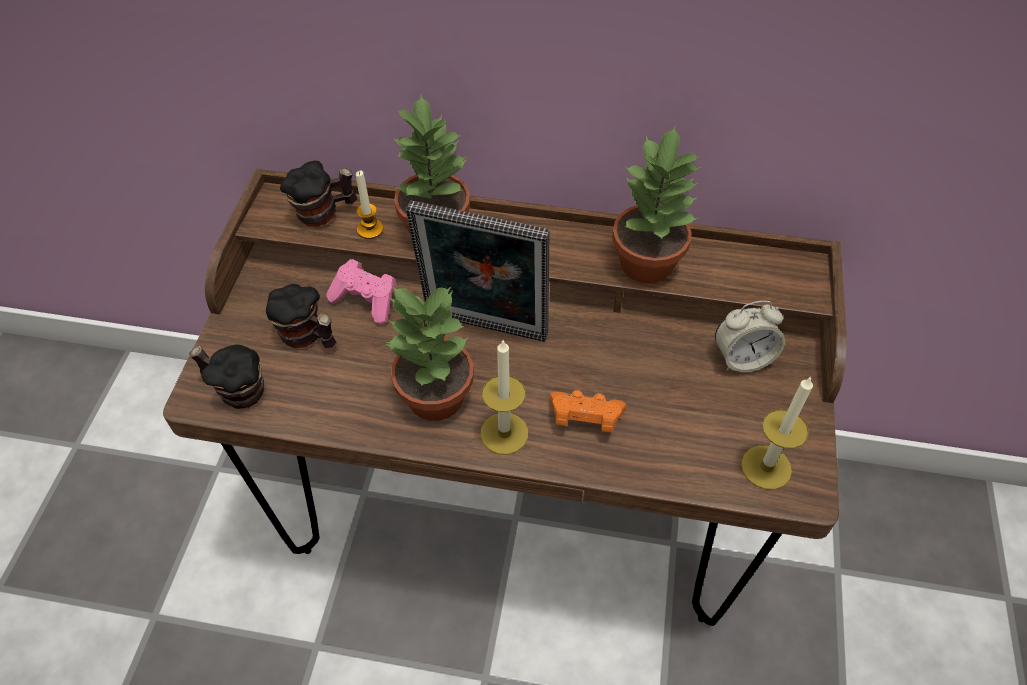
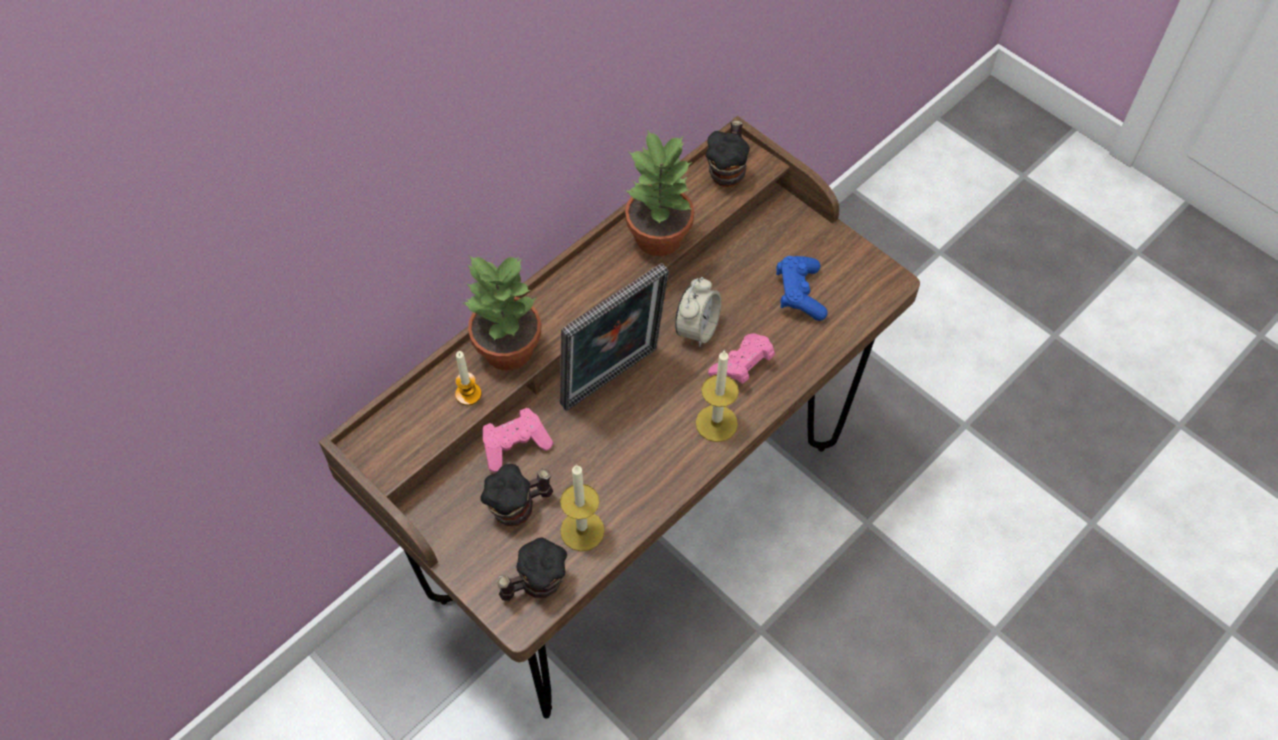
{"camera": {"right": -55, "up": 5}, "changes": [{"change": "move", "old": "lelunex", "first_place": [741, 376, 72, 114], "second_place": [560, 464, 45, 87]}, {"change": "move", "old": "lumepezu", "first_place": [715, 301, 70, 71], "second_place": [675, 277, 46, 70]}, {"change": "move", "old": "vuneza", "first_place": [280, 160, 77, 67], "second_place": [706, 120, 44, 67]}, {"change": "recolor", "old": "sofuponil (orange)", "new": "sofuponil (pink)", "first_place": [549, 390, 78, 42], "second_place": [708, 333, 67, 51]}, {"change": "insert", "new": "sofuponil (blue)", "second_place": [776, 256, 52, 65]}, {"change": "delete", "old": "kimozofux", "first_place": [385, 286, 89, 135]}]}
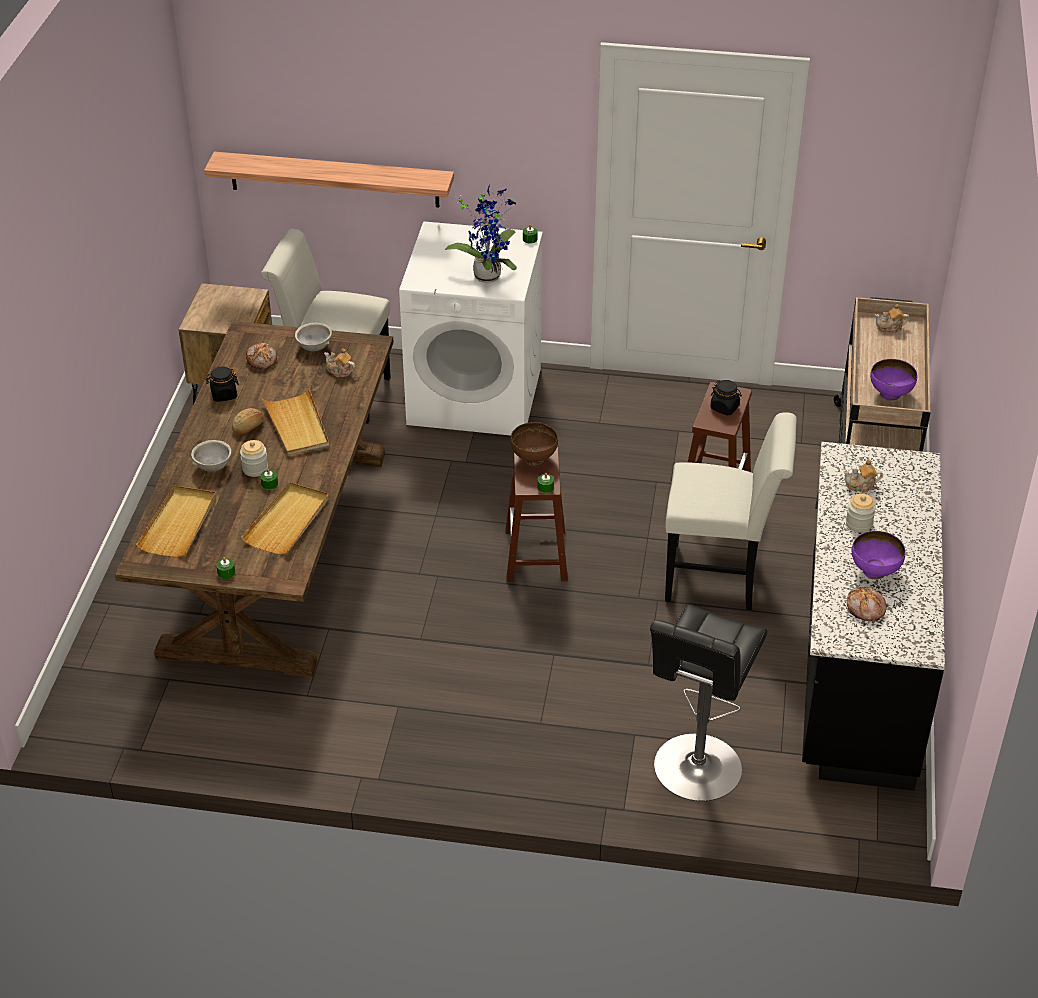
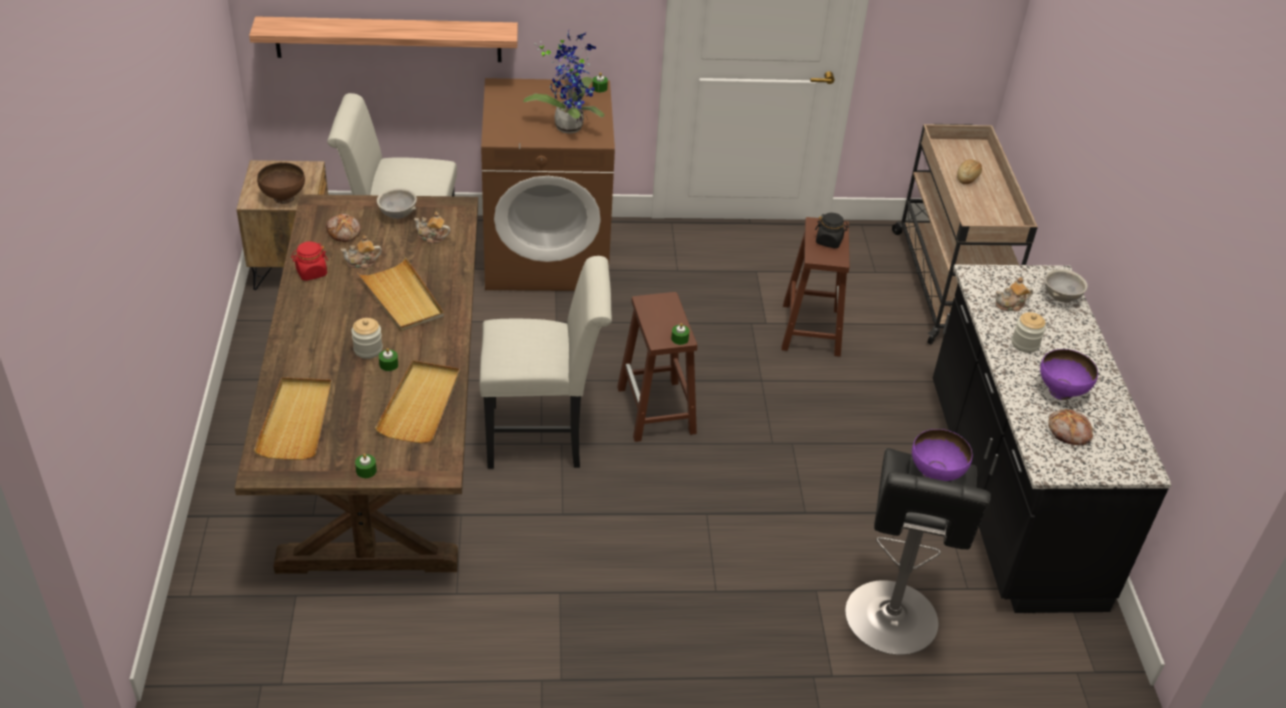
{"camera": {"right": -15, "up": 0}, "changes": [{"change": "move", "old": "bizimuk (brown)", "first_place": [511, 422, 47, 44], "second_place": [257, 162, 48, 42]}, {"change": "recolor", "old": "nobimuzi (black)", "new": "nobimuzi (red)", "first_place": [206, 367, 33, 35], "second_place": [291, 241, 37, 40]}, {"change": "move", "old": "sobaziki", "first_place": [875, 304, 34, 29], "second_place": [341, 235, 41, 34]}, {"change": "move", "old": "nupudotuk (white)", "first_place": [665, 412, 132, 198], "second_place": [480, 256, 132, 213]}, {"change": "recolor", "old": "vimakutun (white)", "new": "vimakutun (brown)", "first_place": [399, 221, 144, 214], "second_place": [481, 78, 134, 213]}, {"change": "move", "old": "bizimuk (purple)", "first_place": [870, 359, 47, 42], "second_place": [912, 429, 60, 52]}, {"change": "move", "old": "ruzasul", "first_place": [232, 408, 31, 27], "second_place": [957, 159, 25, 25]}, {"change": "move", "old": "bizimuk (grey)", "first_place": [191, 440, 40, 32], "second_place": [1044, 269, 44, 33]}]}
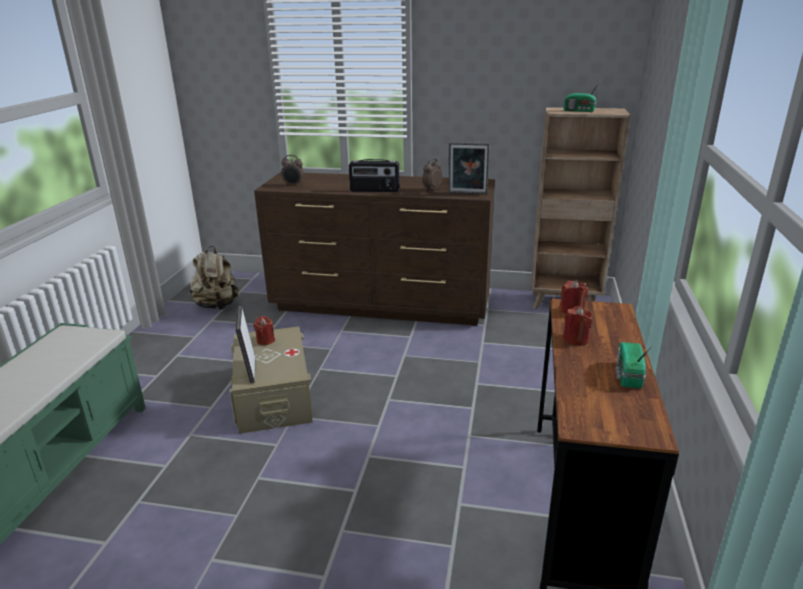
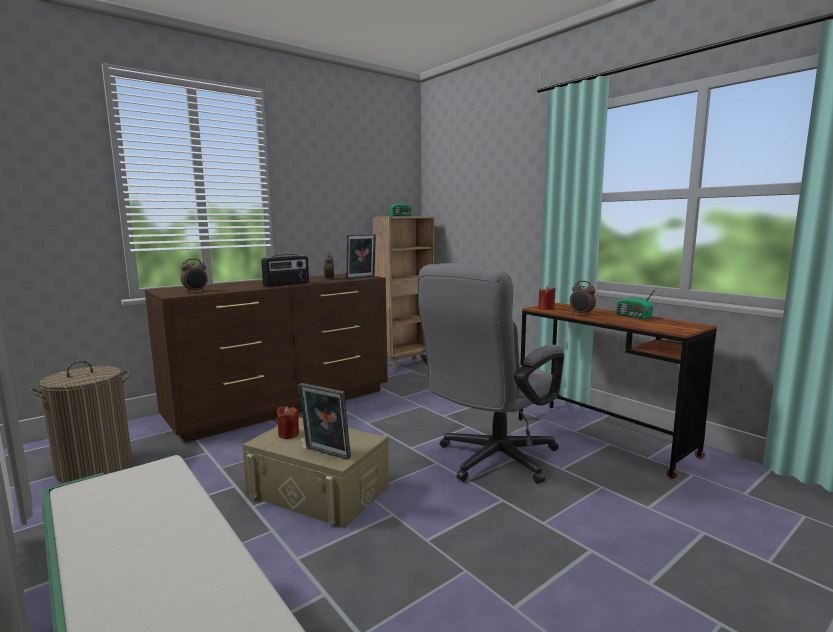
{"camera": {"right": -50, "up": -15}, "changes": [{"change": "replace", "old": "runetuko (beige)", "new": "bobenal", "first_place": [190, 246, 49, 64], "second_place": [29, 360, 103, 123]}, {"change": "insert", "new": "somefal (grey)", "second_place": [417, 263, 147, 221]}, {"change": "replace", "old": "lelunex (red)", "new": "lumepezu", "first_place": [563, 306, 30, 40], "second_place": [570, 281, 26, 35]}]}
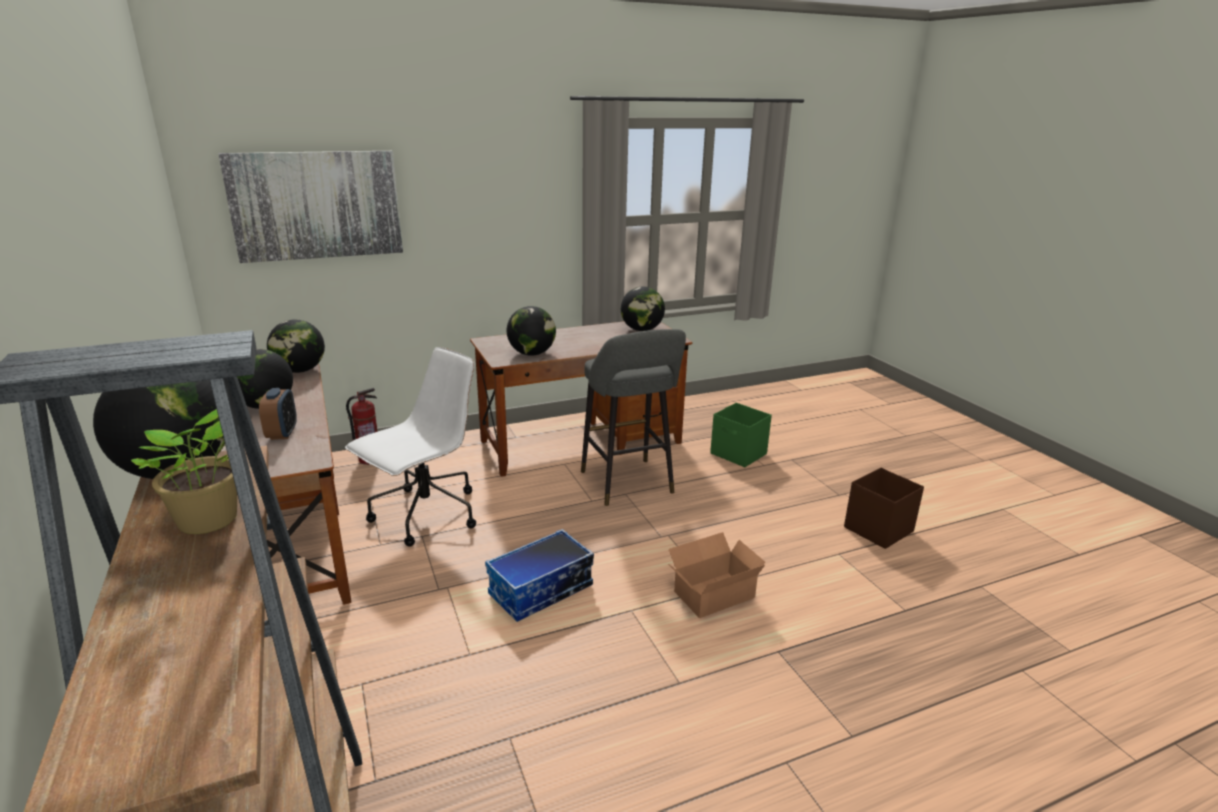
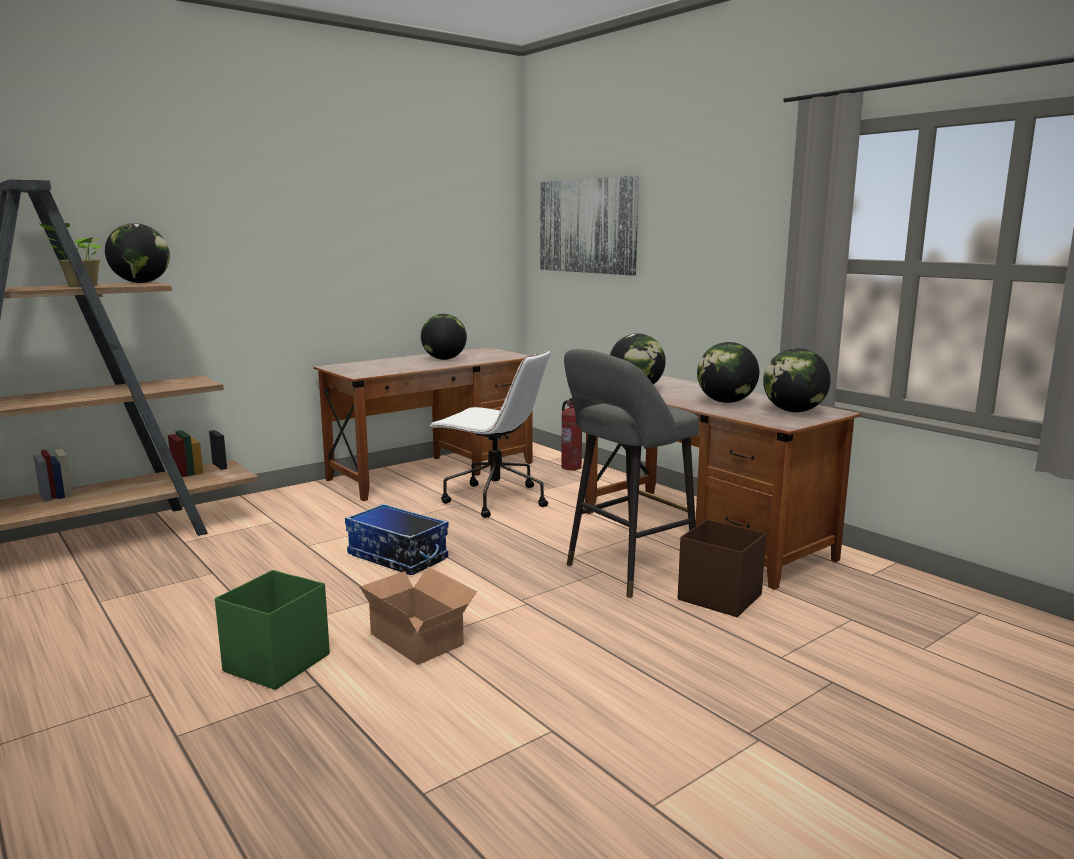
{"camera": {"right": 75, "up": -10}, "changes": [{"change": "move", "old": "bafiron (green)", "first_place": [710, 403, 62, 64], "second_place": [215, 570, 115, 120]}, {"change": "move", "old": "bafiron (brown)", "first_place": [844, 468, 80, 81], "second_place": [678, 519, 88, 98]}, {"change": "move", "old": "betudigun", "first_place": [267, 319, 58, 54], "second_place": [697, 342, 62, 61]}, {"change": "delete", "old": "lumepezu", "first_place": [259, 388, 38, 52]}]}
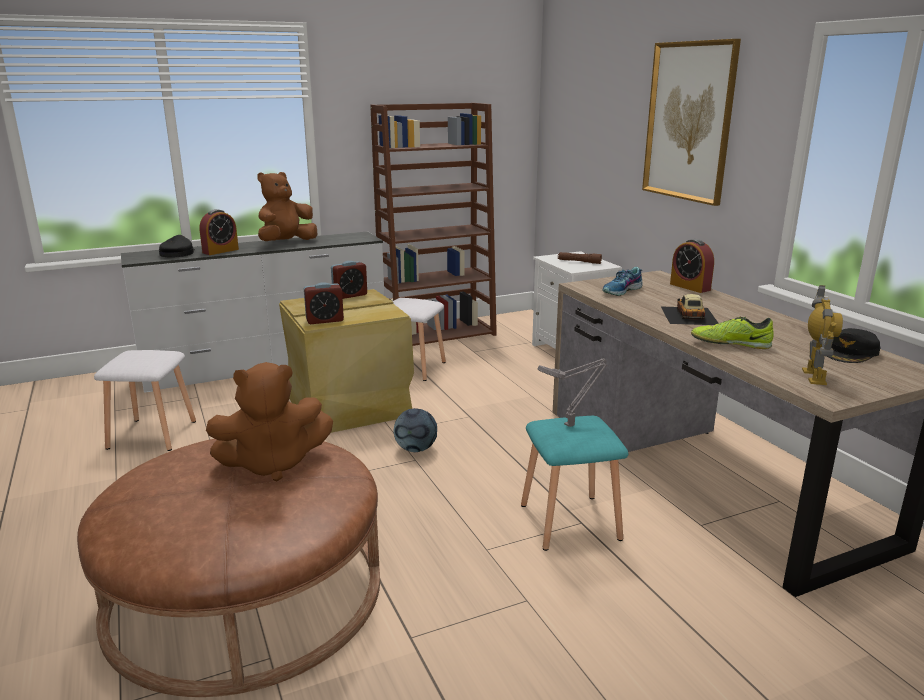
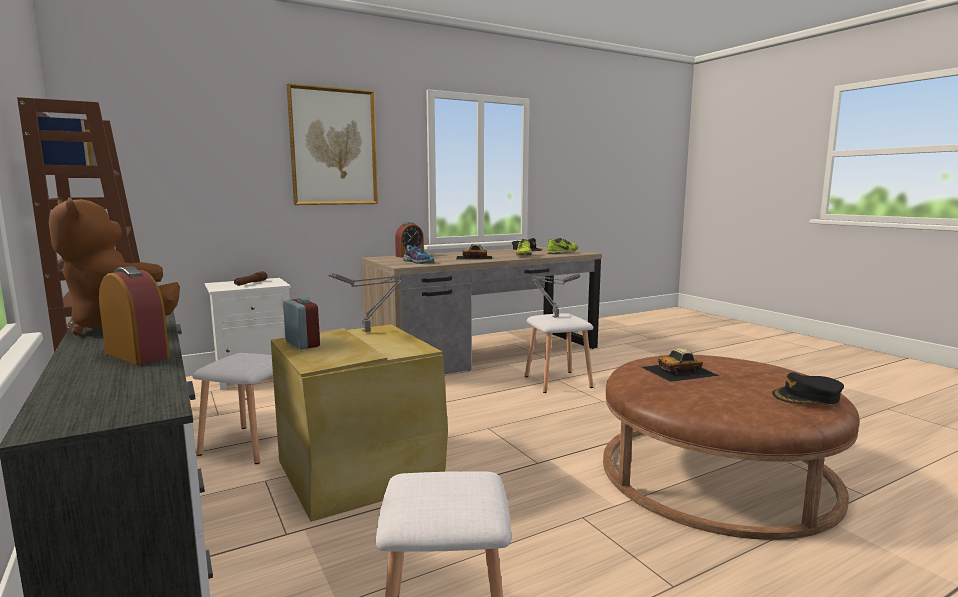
{"camera": {"right": -95, "up": -10}, "changes": [{"change": "insert", "new": "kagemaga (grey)", "second_place": [328, 272, 75, 60]}, {"change": "recolor", "old": "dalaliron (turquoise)", "new": "dalaliron (white)", "first_place": [521, 416, 108, 135], "second_place": [525, 313, 68, 80]}, {"change": "replace", "old": "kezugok", "new": "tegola", "first_place": [802, 285, 41, 100], "second_place": [547, 238, 31, 16]}, {"change": "replace", "old": "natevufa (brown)", "new": "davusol", "first_place": [206, 362, 127, 119], "second_place": [642, 348, 77, 34]}, {"change": "move", "old": "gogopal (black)", "first_place": [159, 235, 36, 22], "second_place": [772, 372, 72, 32]}, {"change": "delete", "old": "lumepezu", "first_place": [304, 282, 40, 42]}, {"change": "delete", "old": "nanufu", "first_place": [394, 408, 43, 44]}]}
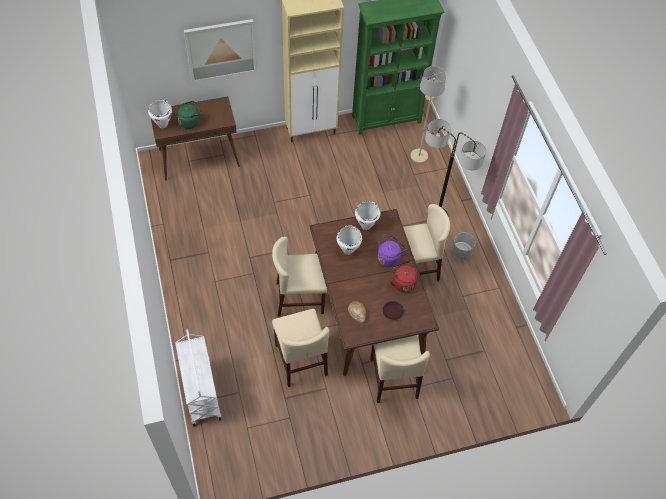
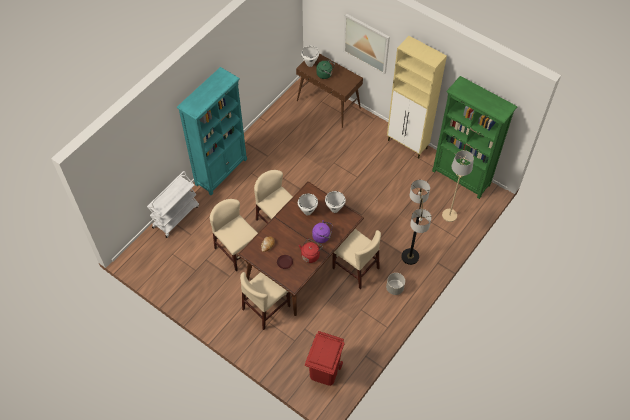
{"camera": {"right": 55, "up": 0}, "changes": [{"change": "insert", "new": "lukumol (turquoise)", "second_place": [177, 67, 70, 129]}, {"change": "rotate", "old": "nupudotuk (beige)", "first_place": [272, 309, 57, 78], "second_place": [210, 199, 48, 72], "degrees": 105}, {"change": "insert", "new": "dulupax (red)", "second_place": [305, 331, 39, 55]}]}
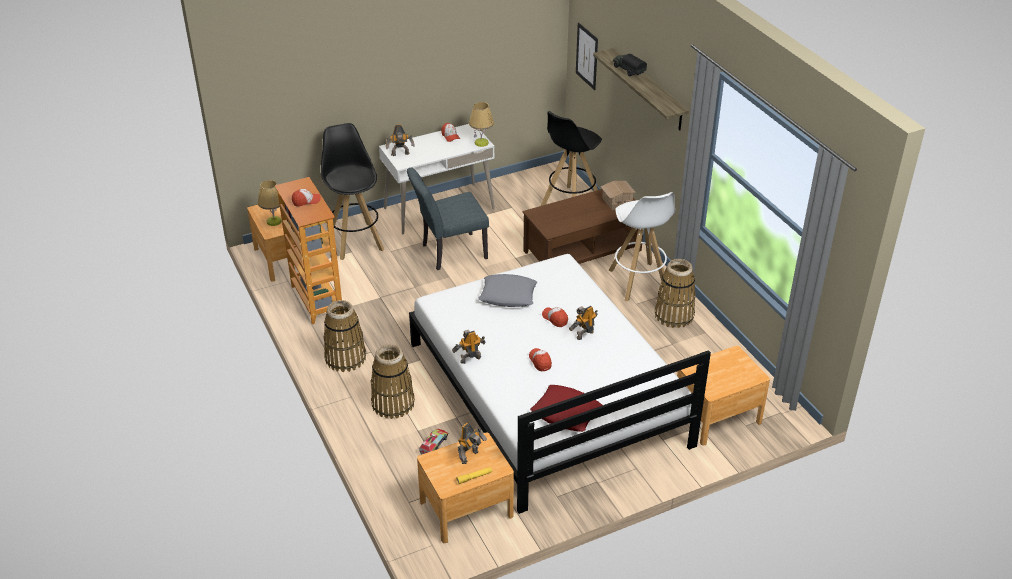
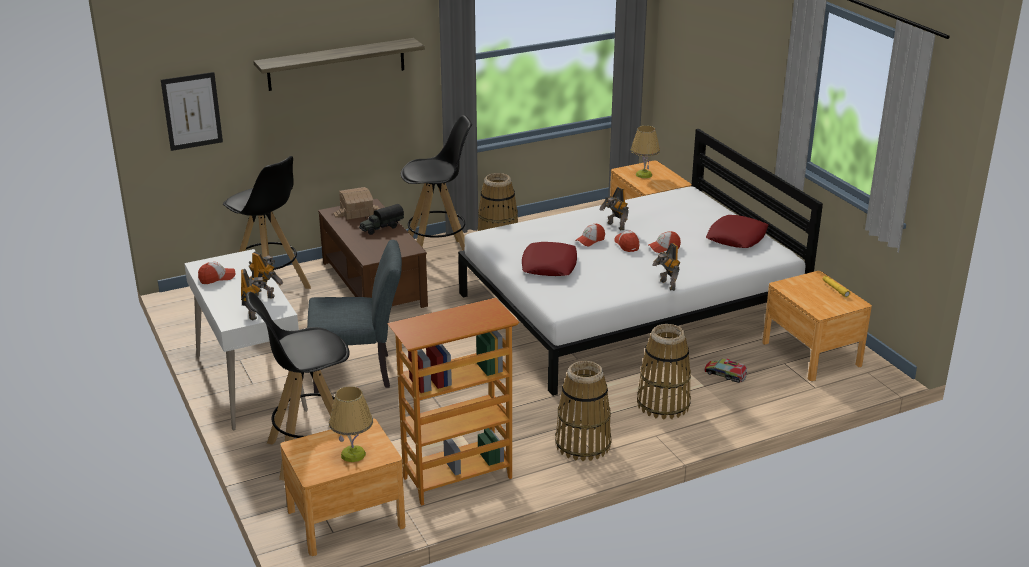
{"camera": {"right": -90, "up": -10}, "changes": [{"change": "move", "old": "kezugok", "first_place": [458, 423, 29, 41], "second_place": [248, 252, 35, 46]}, {"change": "rotate", "old": "nupudotuk (grey)", "first_place": [407, 167, 82, 103], "second_place": [307, 240, 95, 153], "degrees": -75}, {"change": "move", "old": "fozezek", "first_place": [613, 54, 34, 22], "second_place": [359, 204, 45, 31]}, {"change": "recolor", "old": "dalaliron (white)", "new": "dalaliron (black)", "first_place": [608, 192, 67, 110], "second_place": [401, 115, 71, 136]}, {"change": "recolor", "old": "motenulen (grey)", "new": "motenulen (red)", "first_place": [478, 274, 59, 33], "second_place": [522, 242, 55, 34]}, {"change": "move", "old": "gogopal", "first_place": [292, 189, 29, 18], "second_place": [615, 231, 25, 21]}, {"change": "move", "old": "kagemaga", "first_place": [469, 102, 25, 45], "second_place": [631, 126, 29, 52]}]}
